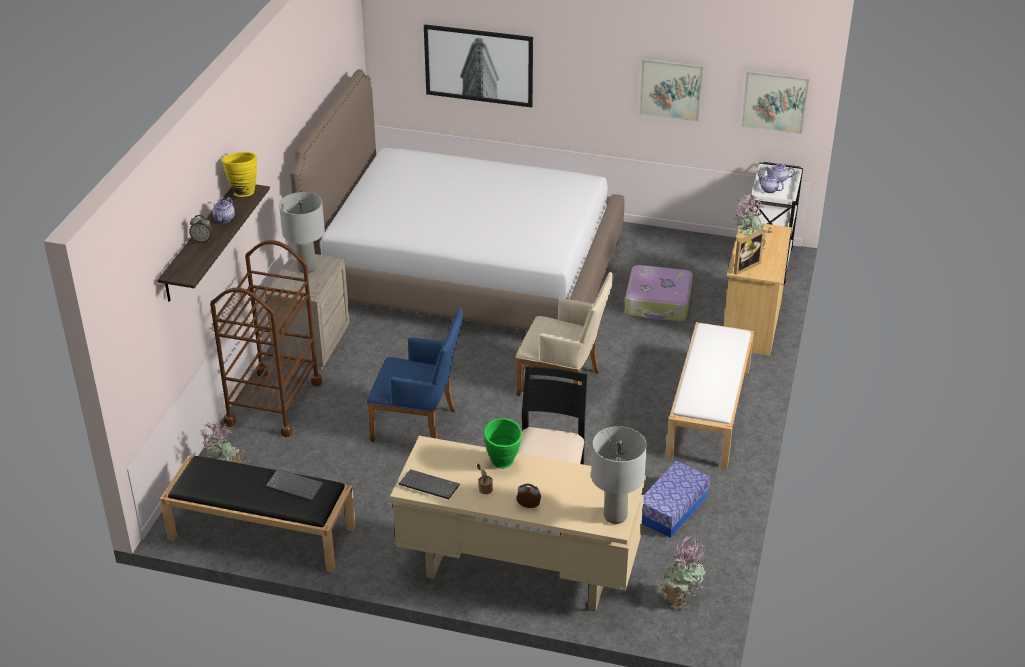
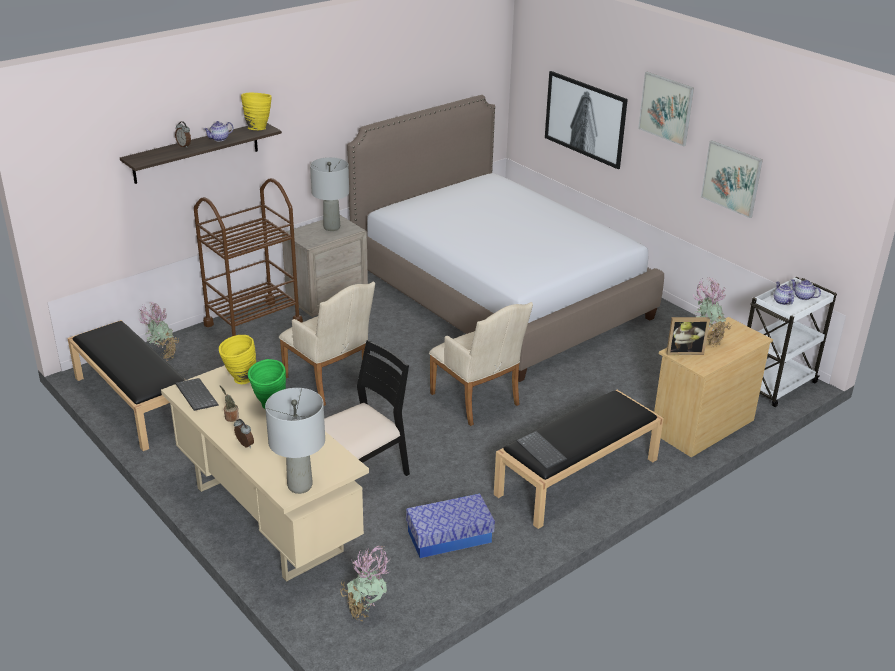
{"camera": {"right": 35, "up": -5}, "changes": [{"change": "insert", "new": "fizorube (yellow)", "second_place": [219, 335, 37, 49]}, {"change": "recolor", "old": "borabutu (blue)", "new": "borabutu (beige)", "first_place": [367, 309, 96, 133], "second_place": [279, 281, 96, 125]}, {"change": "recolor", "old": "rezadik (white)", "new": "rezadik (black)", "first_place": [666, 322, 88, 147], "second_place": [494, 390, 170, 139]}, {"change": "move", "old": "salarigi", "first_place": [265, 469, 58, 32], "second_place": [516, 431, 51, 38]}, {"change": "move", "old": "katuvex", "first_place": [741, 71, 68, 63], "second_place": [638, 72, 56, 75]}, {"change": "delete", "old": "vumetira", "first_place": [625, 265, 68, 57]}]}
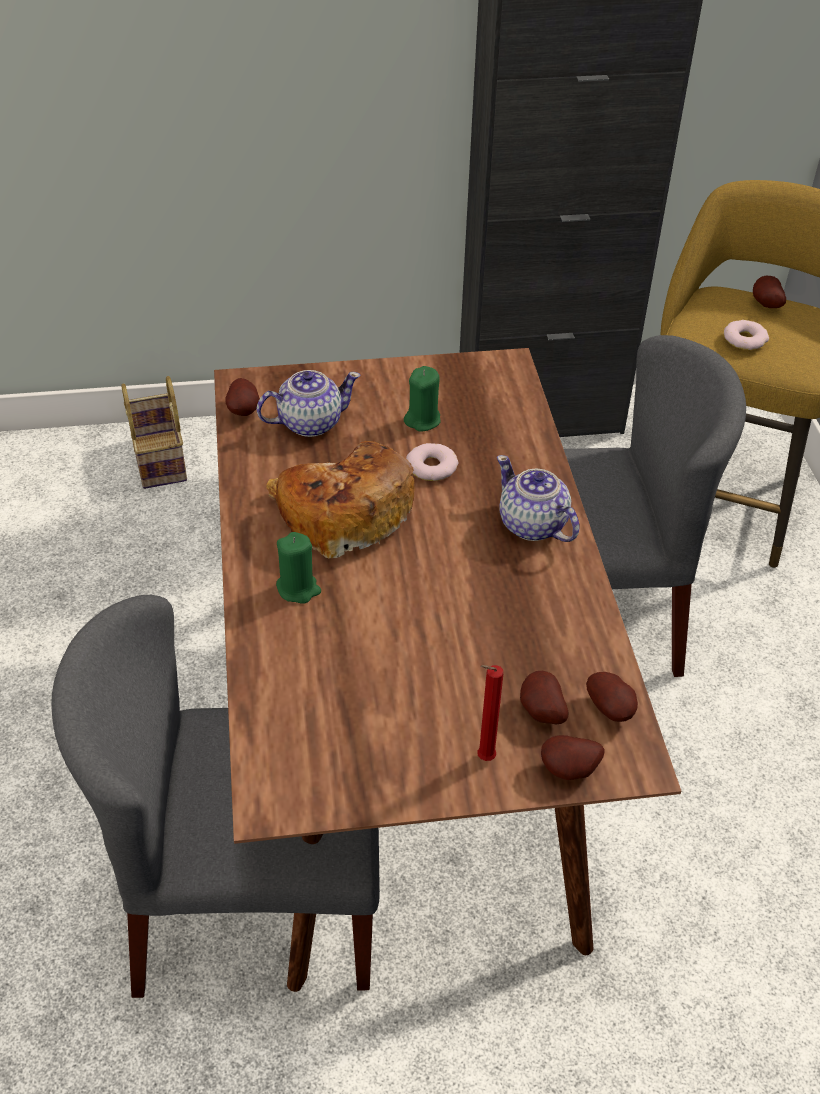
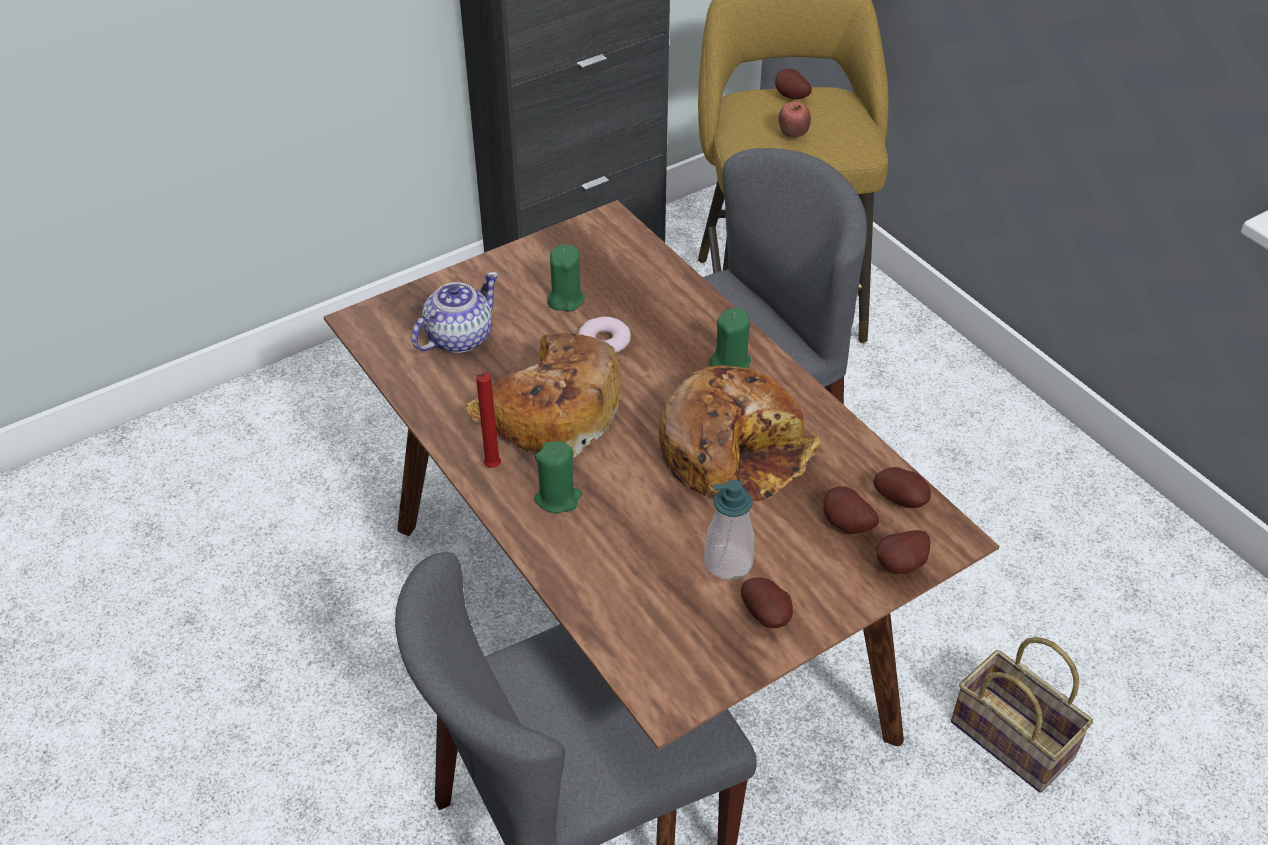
{"camera": {"right": -25, "up": 0}, "changes": [{"change": "move", "old": "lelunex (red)", "first_place": [477, 665, 27, 96], "second_place": [471, 372, 30, 96]}, {"change": "insert", "new": "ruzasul", "second_place": [659, 365, 161, 137]}, {"change": "insert", "new": "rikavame", "second_place": [704, 480, 50, 100]}, {"change": "replace", "old": "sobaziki", "new": "lelunex (green)", "first_place": [497, 455, 83, 87], "second_place": [710, 308, 41, 61]}, {"change": "move", "old": "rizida", "first_place": [225, 378, 35, 38], "second_place": [741, 577, 52, 51]}, {"change": "replace", "old": "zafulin", "new": "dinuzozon", "first_place": [724, 320, 45, 30], "second_place": [778, 101, 33, 37]}, {"change": "move", "old": "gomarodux", "first_place": [121, 376, 66, 113], "second_place": [951, 637, 142, 156]}]}
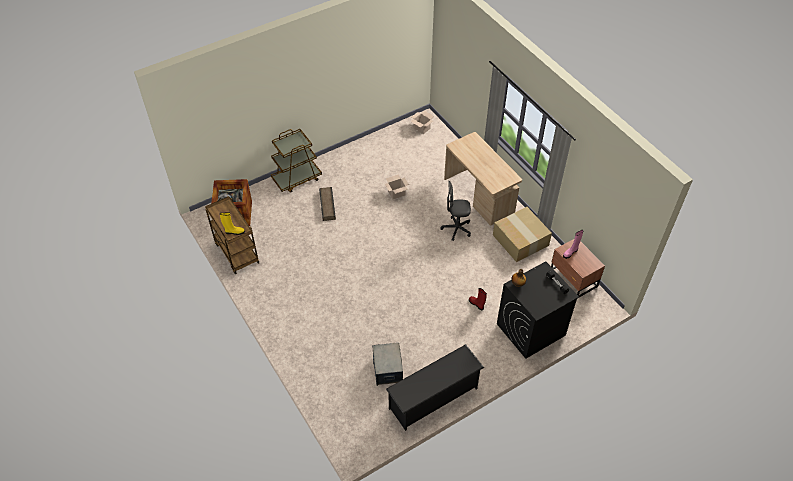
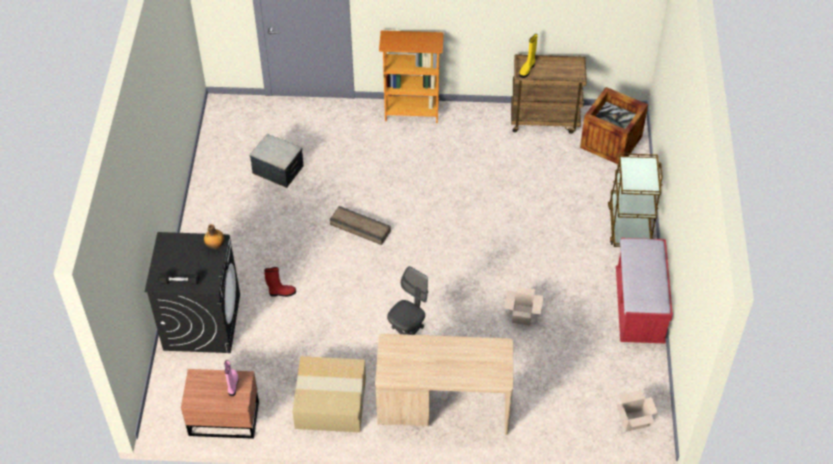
{"camera": {"right": 125, "up": 0}, "changes": [{"change": "move", "old": "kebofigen", "first_place": [319, 187, 17, 34], "second_place": [330, 206, 61, 39]}, {"change": "insert", "new": "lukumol", "second_place": [379, 30, 65, 93]}, {"change": "insert", "new": "rezadik (red)", "second_place": [616, 238, 57, 106]}, {"change": "delete", "old": "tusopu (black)", "first_place": [386, 344, 98, 87]}]}
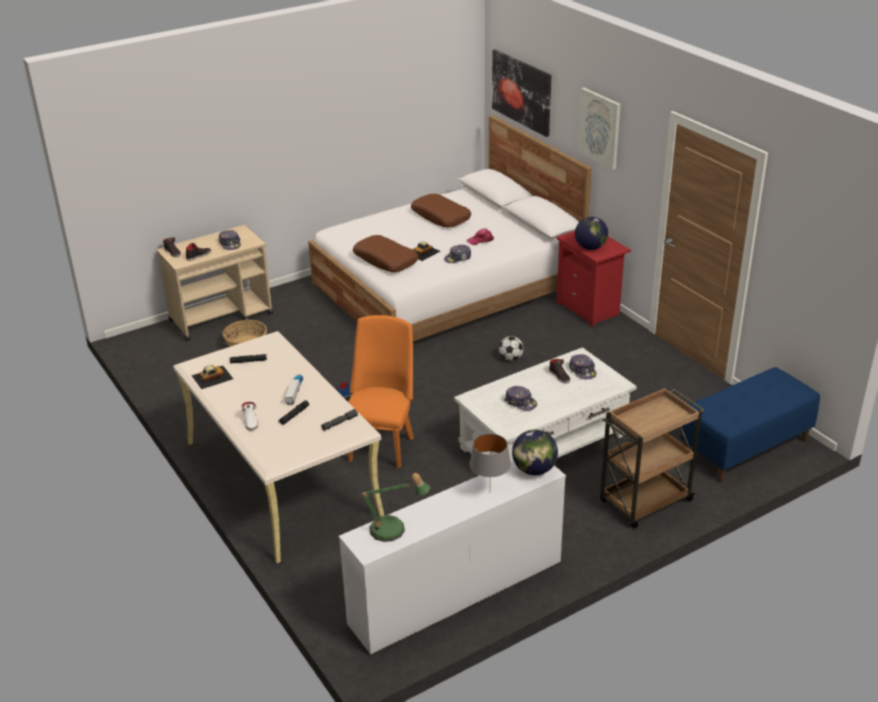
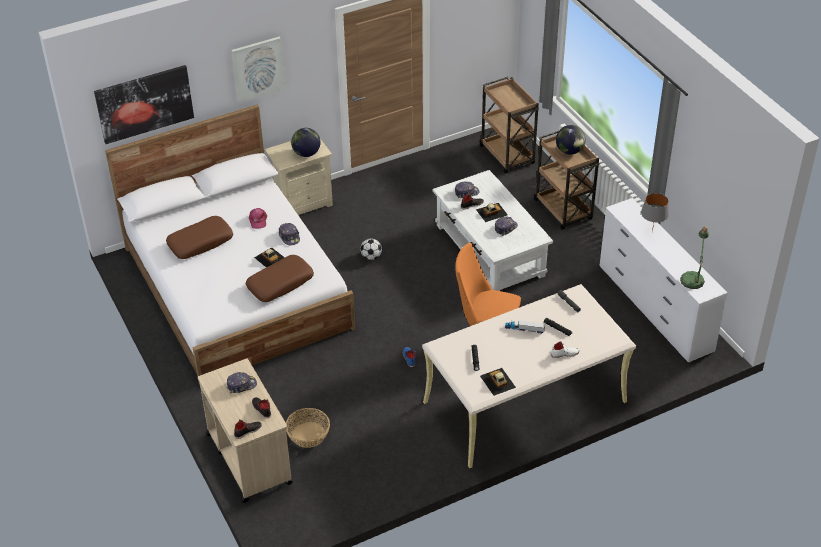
{"camera": {"right": -85, "up": 10}, "changes": [{"change": "recolor", "old": "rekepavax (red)", "new": "rekepavax (beige)", "first_place": [556, 231, 75, 97], "second_place": [265, 139, 68, 76]}, {"change": "insert", "new": "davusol", "second_place": [476, 203, 32, 19]}, {"change": "replace", "old": "rezadik (blue)", "new": "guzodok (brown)", "first_place": [680, 367, 140, 116], "second_place": [479, 77, 60, 96]}, {"change": "move", "old": "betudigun", "first_place": [512, 429, 46, 46], "second_place": [556, 125, 29, 30]}]}
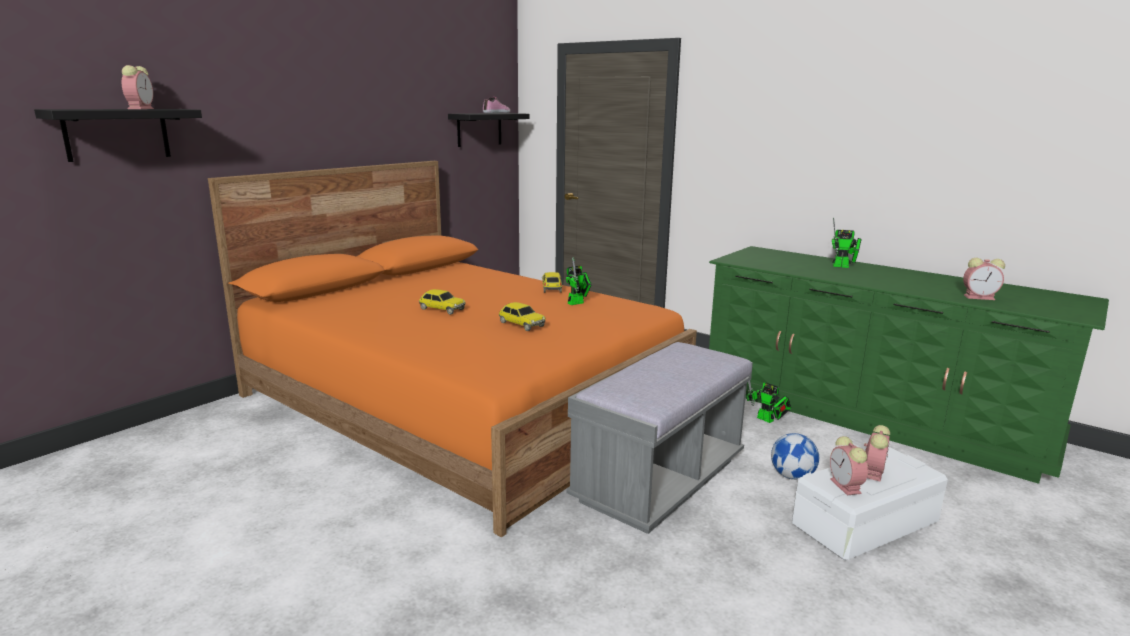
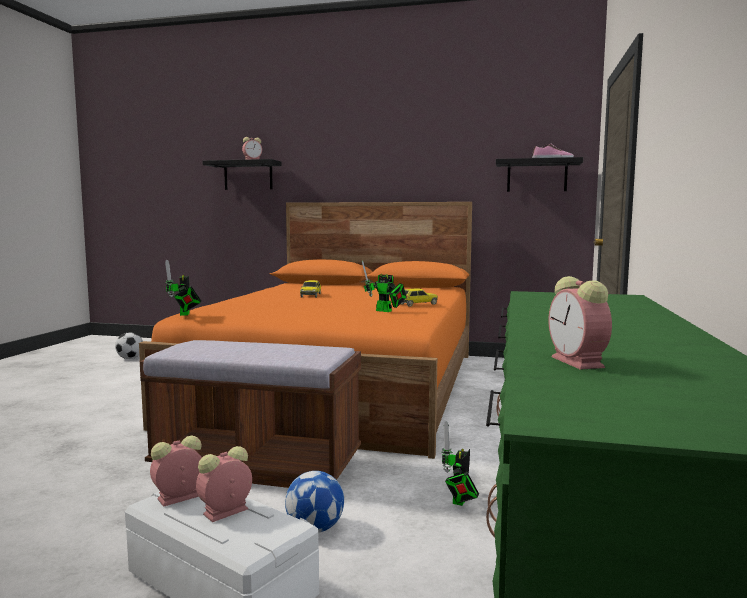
{"camera": {"right": 65, "up": -10}, "changes": [{"change": "insert", "new": "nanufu", "second_place": [115, 332, 28, 27]}, {"change": "recolor", "old": "rezadik (grey)", "new": "rezadik (brown)", "first_place": [566, 342, 187, 192], "second_place": [140, 340, 221, 148]}, {"change": "move", "old": "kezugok", "first_place": [832, 217, 30, 51], "second_place": [165, 259, 36, 57]}, {"change": "rotate", "old": "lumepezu", "first_place": [864, 425, 26, 57], "second_place": [196, 446, 56, 76], "degrees": 135}, {"change": "delete", "old": "davusol", "first_place": [499, 302, 47, 29]}]}
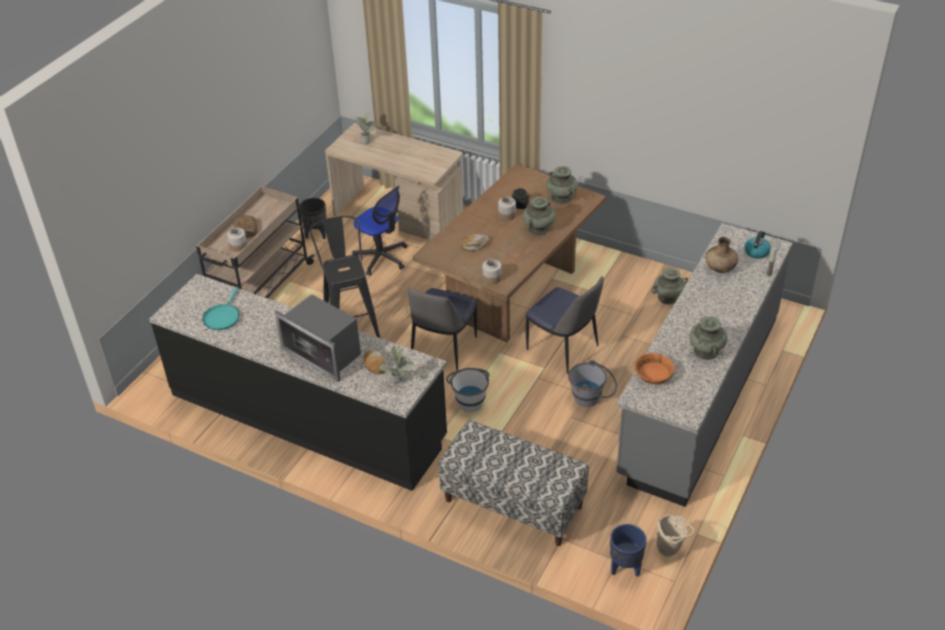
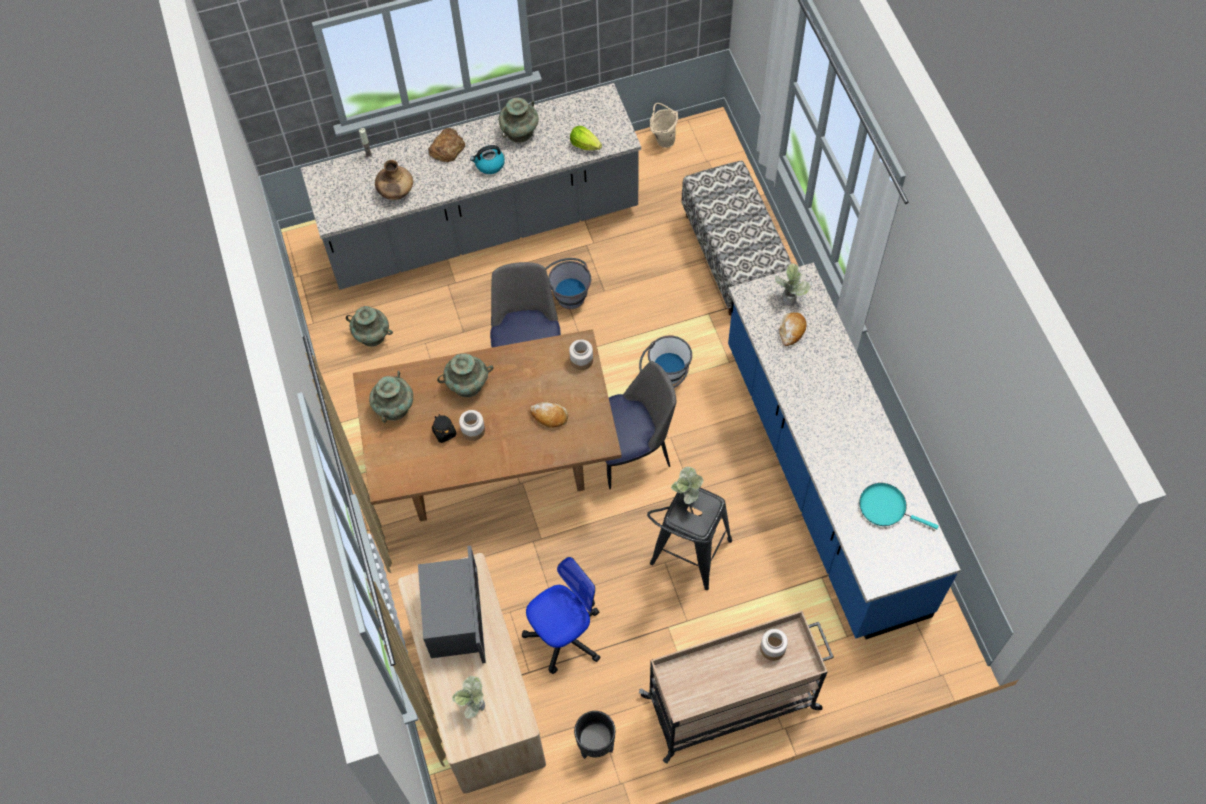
{"camera": {"right": -135, "up": 20}, "changes": [{"change": "move", "old": "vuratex", "first_place": [275, 294, 86, 88], "second_place": [418, 546, 68, 117]}, {"change": "move", "old": "ruzasul", "first_place": [233, 215, 25, 23], "second_place": [428, 128, 37, 34]}, {"change": "move", "old": "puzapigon", "first_place": [745, 231, 26, 28], "second_place": [470, 145, 35, 29]}, {"change": "rotate", "old": "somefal", "first_place": [352, 186, 55, 90], "second_place": [522, 557, 78, 117], "degrees": 60}, {"change": "replace", "old": "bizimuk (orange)", "new": "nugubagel", "first_place": [634, 353, 41, 31], "second_place": [570, 126, 32, 24]}, {"change": "insert", "new": "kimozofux", "second_place": [671, 467, 32, 37]}, {"change": "recolor", "old": "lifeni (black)", "new": "lifeni (blue)", "first_place": [149, 274, 298, 217], "second_place": [728, 263, 233, 376]}, {"change": "rotate", "old": "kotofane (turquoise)", "first_place": [202, 287, 37, 43], "second_place": [859, 483, 80, 46], "degrees": -120}, {"change": "delete", "old": "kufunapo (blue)", "first_place": [610, 524, 37, 53]}]}
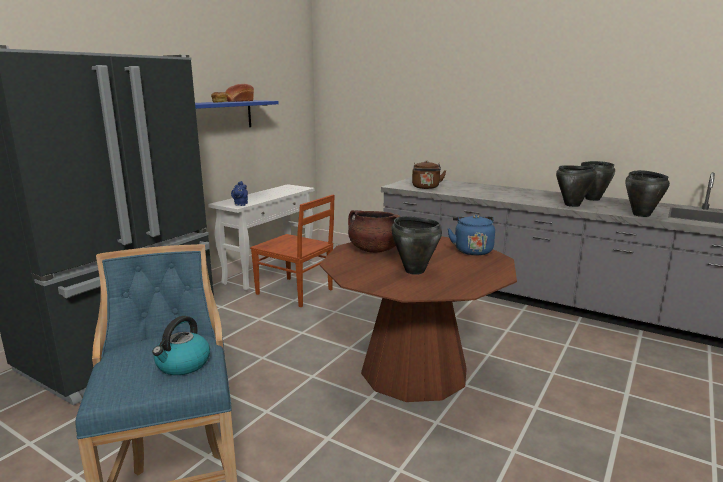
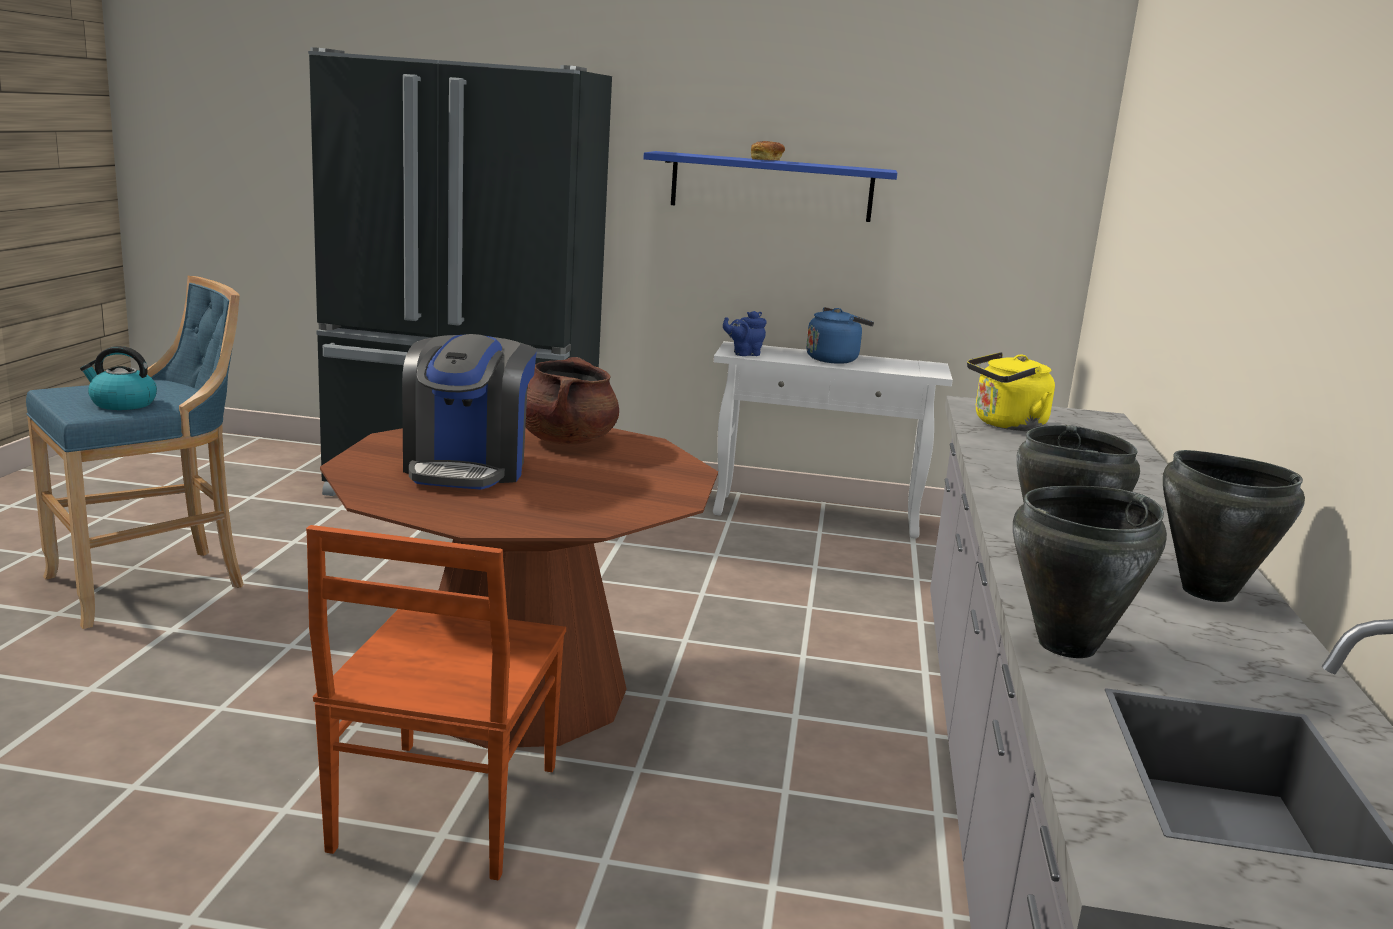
{"camera": {"right": 65, "up": 0}, "changes": [{"change": "move", "old": "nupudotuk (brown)", "first_place": [250, 195, 85, 112], "second_place": [306, 525, 260, 355]}, {"change": "replace", "old": "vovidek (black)", "new": "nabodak", "first_place": [391, 216, 51, 59], "second_place": [402, 334, 135, 155]}, {"change": "move", "old": "puzapigon (blue)", "first_place": [448, 215, 47, 40], "second_place": [806, 307, 68, 57]}, {"change": "recolor", "old": "puzapigon (brown)", "new": "puzapigon (yellow)", "first_place": [412, 161, 34, 28], "second_place": [967, 352, 88, 79]}, {"change": "delete", "old": "ruzasul", "first_place": [225, 84, 29, 18]}]}
